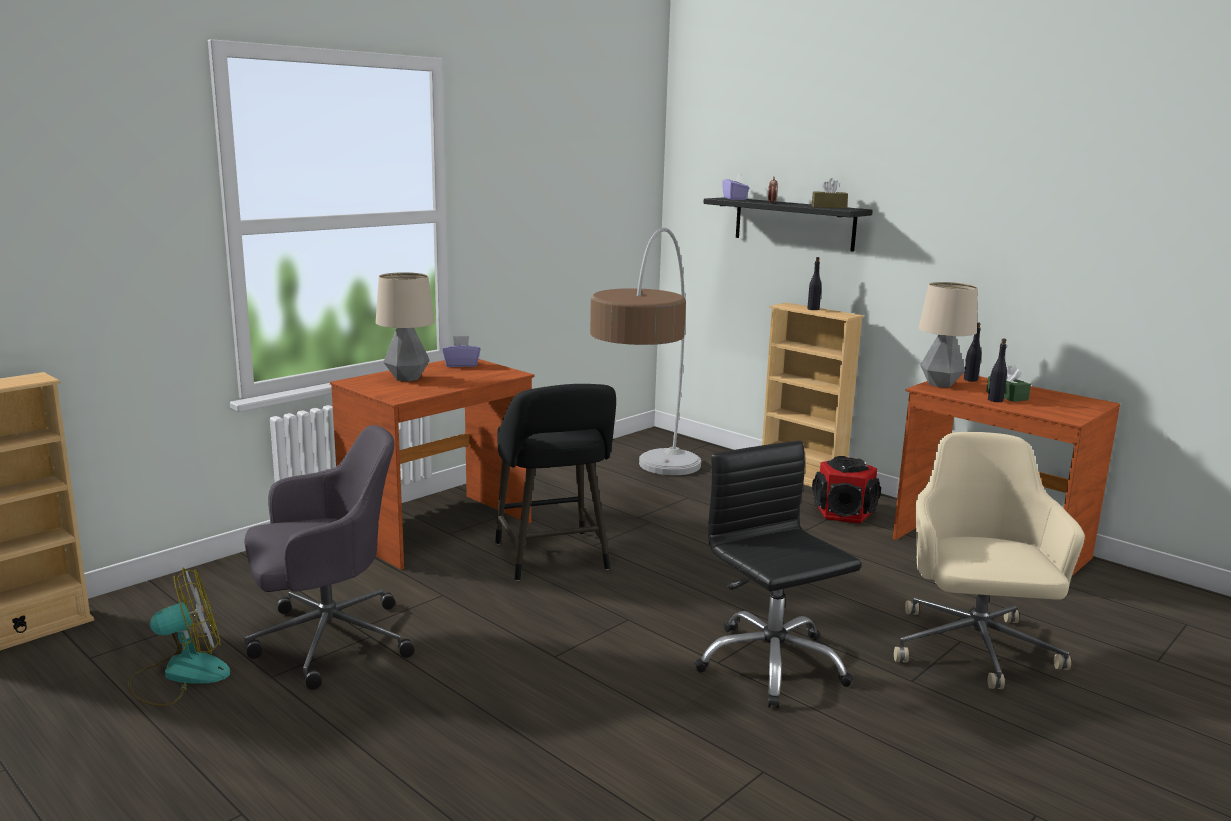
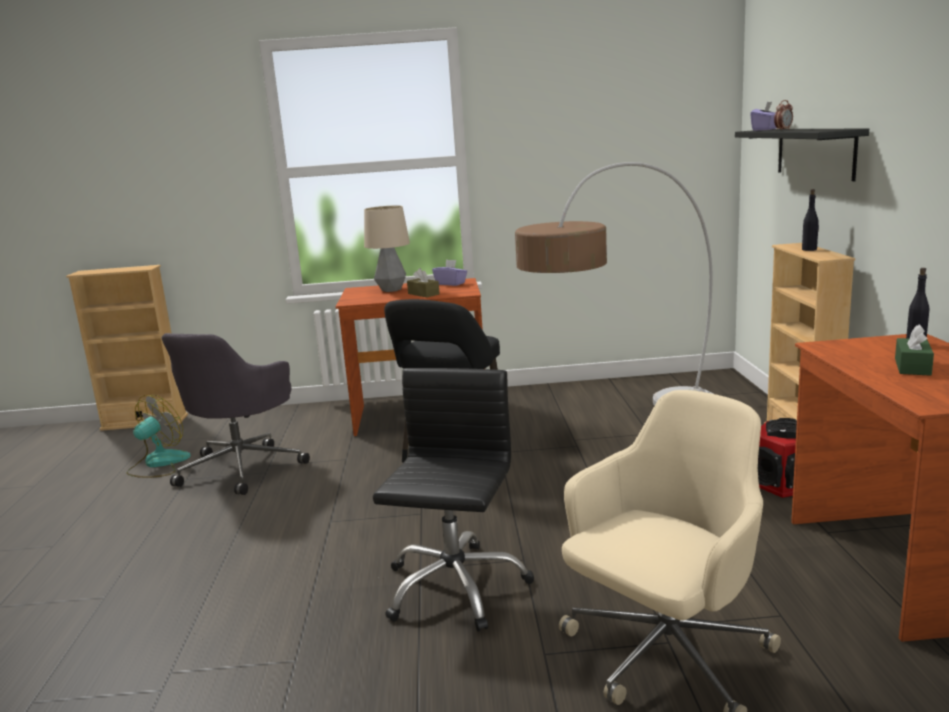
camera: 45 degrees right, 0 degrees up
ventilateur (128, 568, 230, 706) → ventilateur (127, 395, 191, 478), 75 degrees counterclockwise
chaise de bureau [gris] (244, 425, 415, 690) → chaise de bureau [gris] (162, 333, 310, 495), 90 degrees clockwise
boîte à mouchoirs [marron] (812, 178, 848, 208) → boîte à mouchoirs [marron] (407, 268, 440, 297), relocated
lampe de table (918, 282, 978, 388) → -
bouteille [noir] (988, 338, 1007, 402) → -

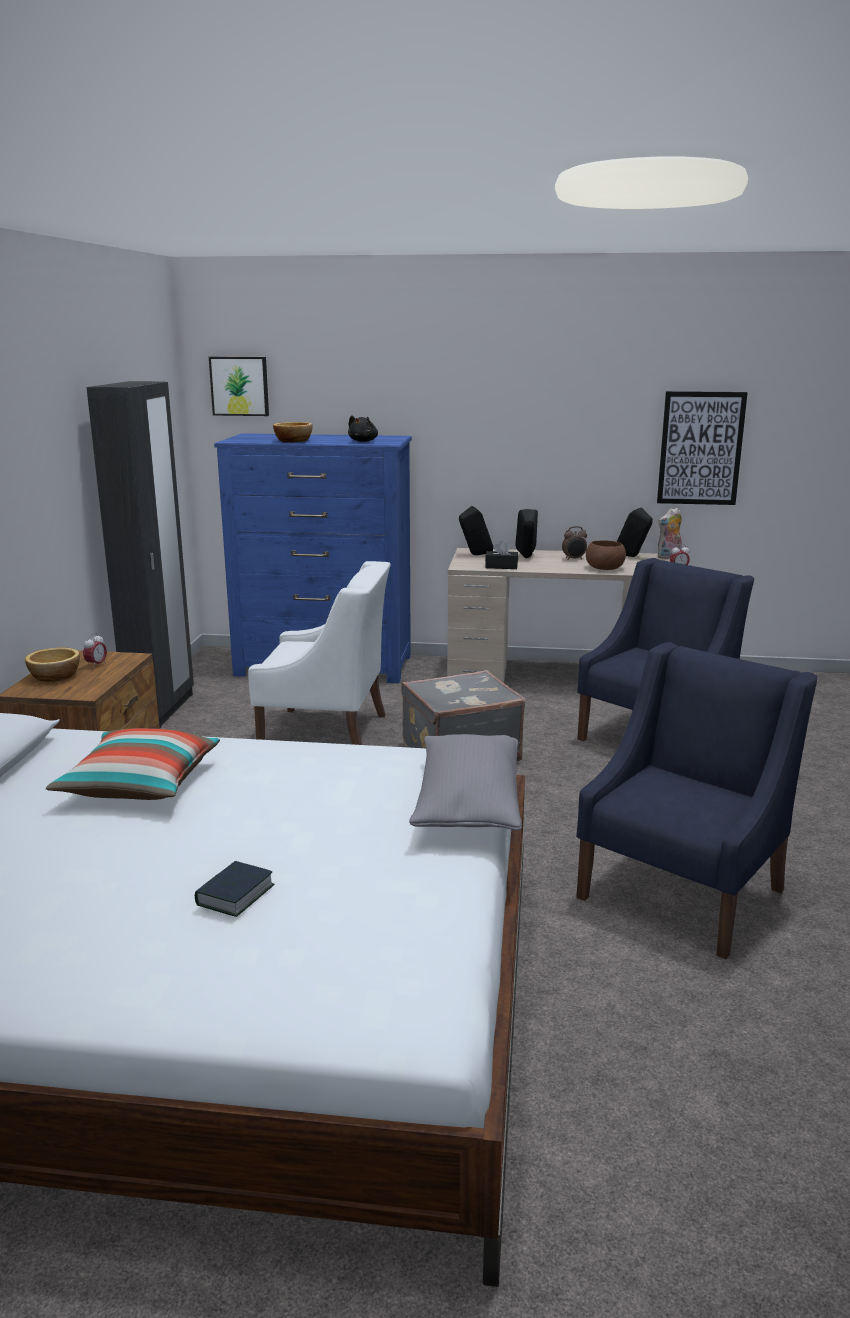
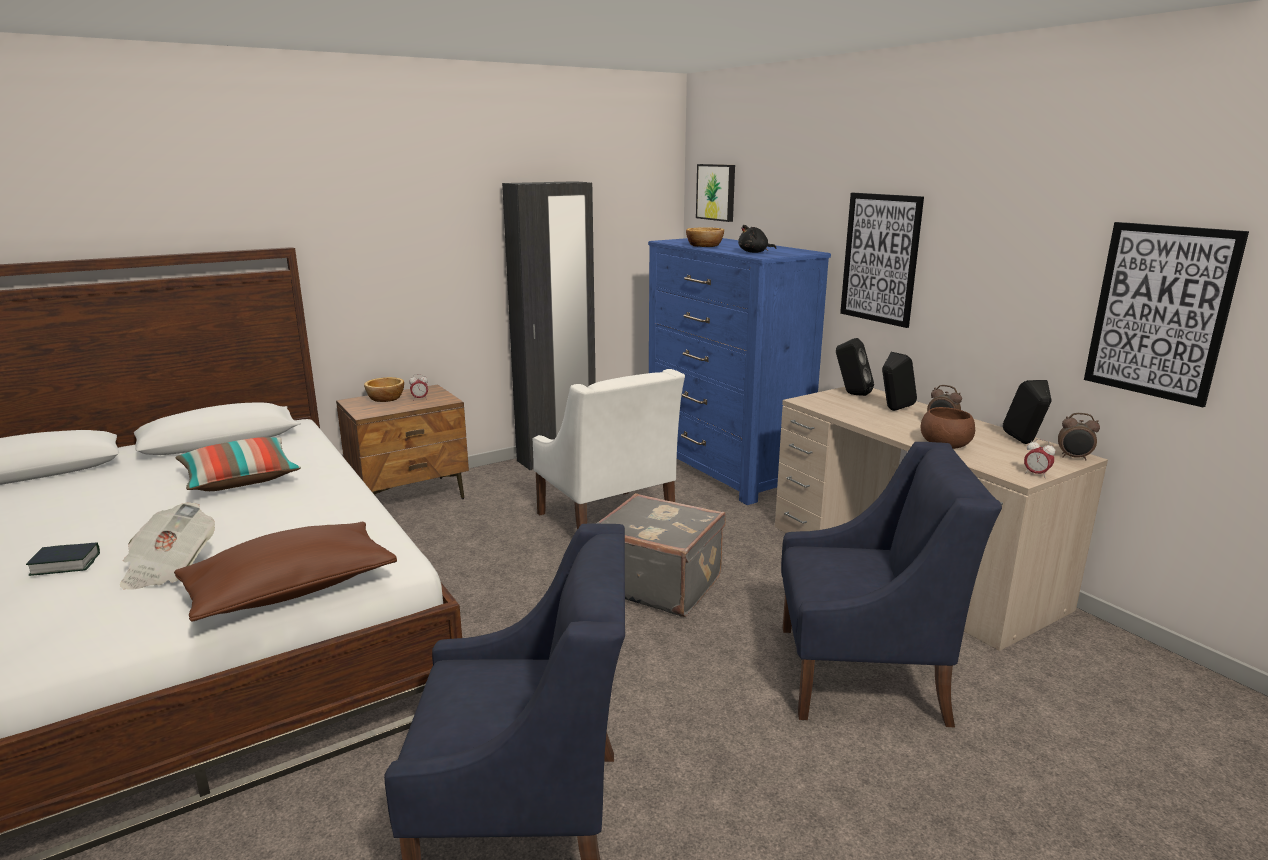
camera: 50 degrees right, 0 degrees up
coussin [gris] (409, 734, 522, 831) → coussin [marron] (174, 522, 397, 622)
boîte à mouchoirs [noir] (485, 541, 518, 569) → -
peluche (658, 508, 682, 559) → réveil (1058, 413, 1100, 461)
- → journal (120, 502, 215, 590)
- → tableau (840, 193, 924, 328)

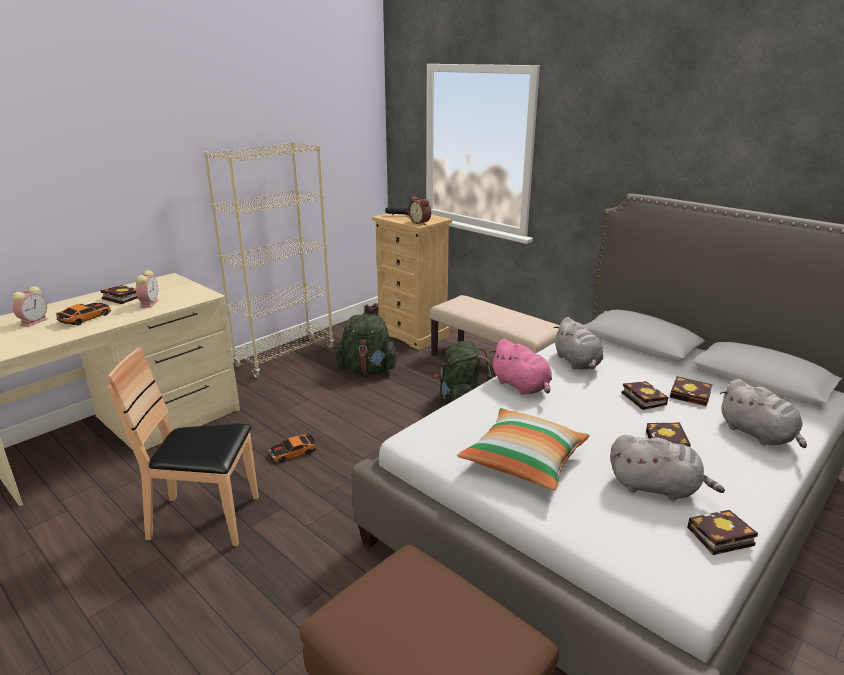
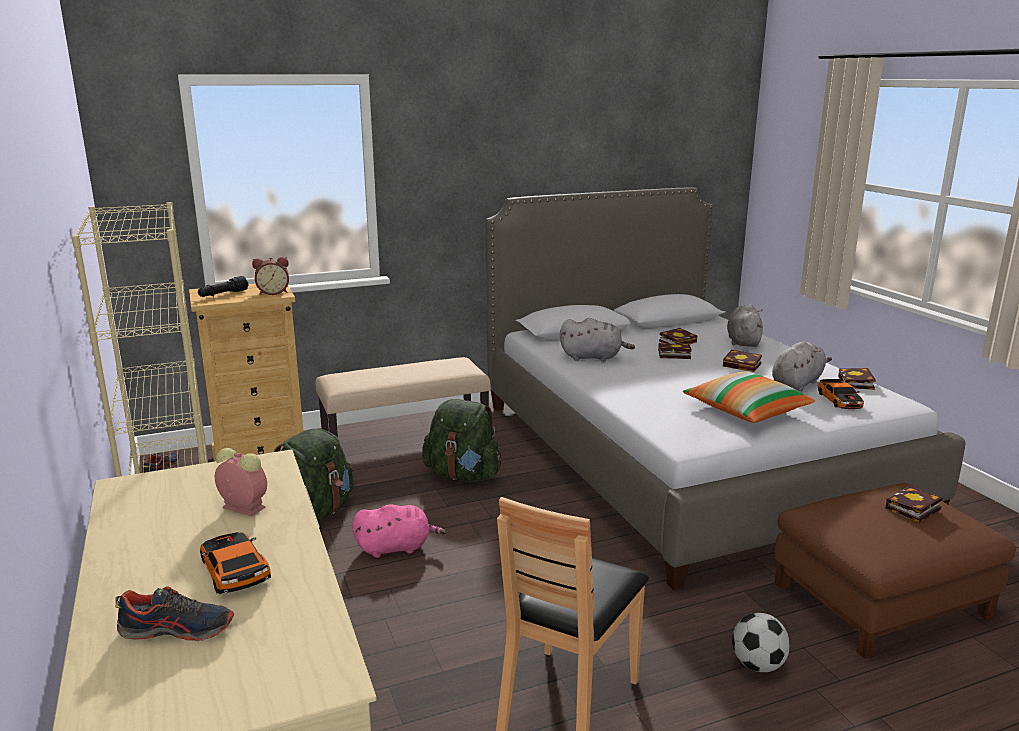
camera: 65 degrees left, 5 degrees down
réveil (12, 286, 47, 327) → chaussure (115, 586, 234, 641)
livre (100, 285, 138, 304) → livre (885, 487, 943, 523), relocated
petite voiture (269, 434, 316, 462) → petite voiture (818, 379, 864, 409), relocated
peluche [rose] (490, 339, 552, 395) → peluche [rose] (352, 505, 446, 558), relocated
peluche [gris] (720, 379, 807, 448) → peluche [gris] (727, 305, 763, 347), 75 degrees counterclockwise
- → ballon de foot (732, 613, 790, 672)

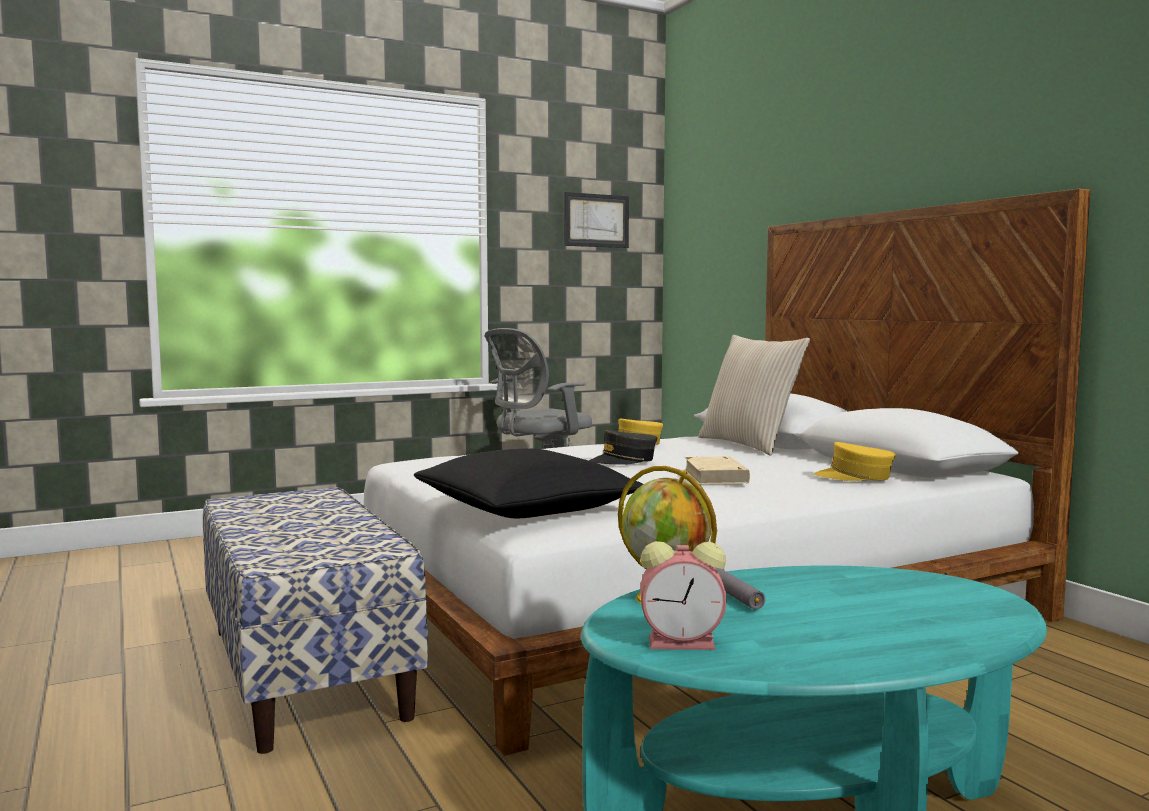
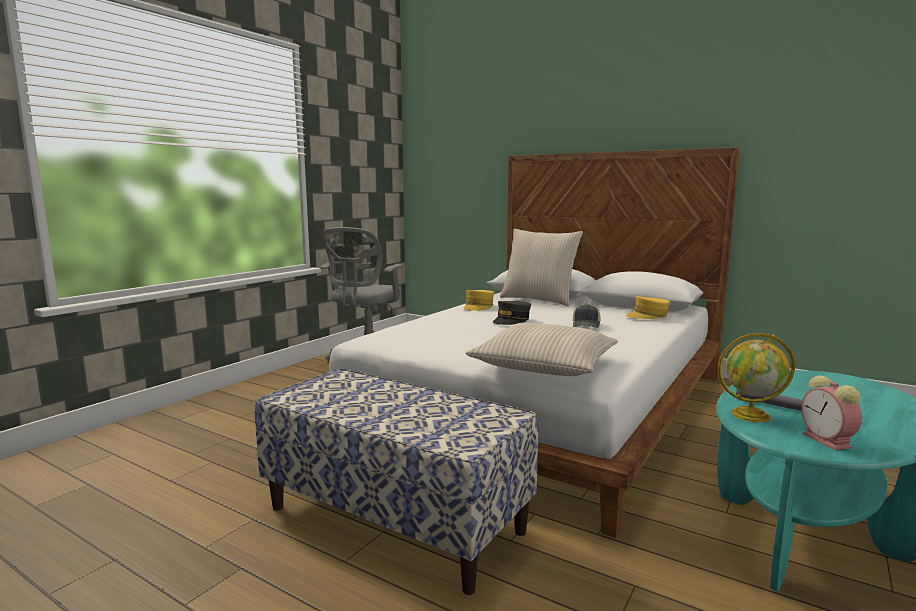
camera: 30 degrees left, 5 degrees up
coussin [noir] (414, 448, 643, 518) → coussin [beige] (466, 323, 618, 376)
tableau (564, 192, 629, 248) → -
réveil (640, 541, 727, 650) → réveil (801, 376, 862, 450), 105 degrees clockwise
livre [beige] (684, 456, 750, 484) → casquette (573, 303, 601, 328)

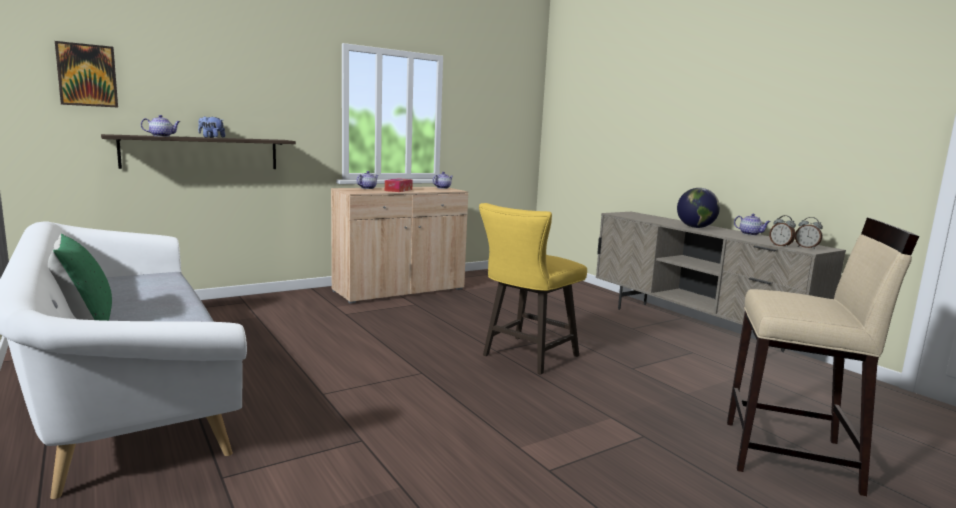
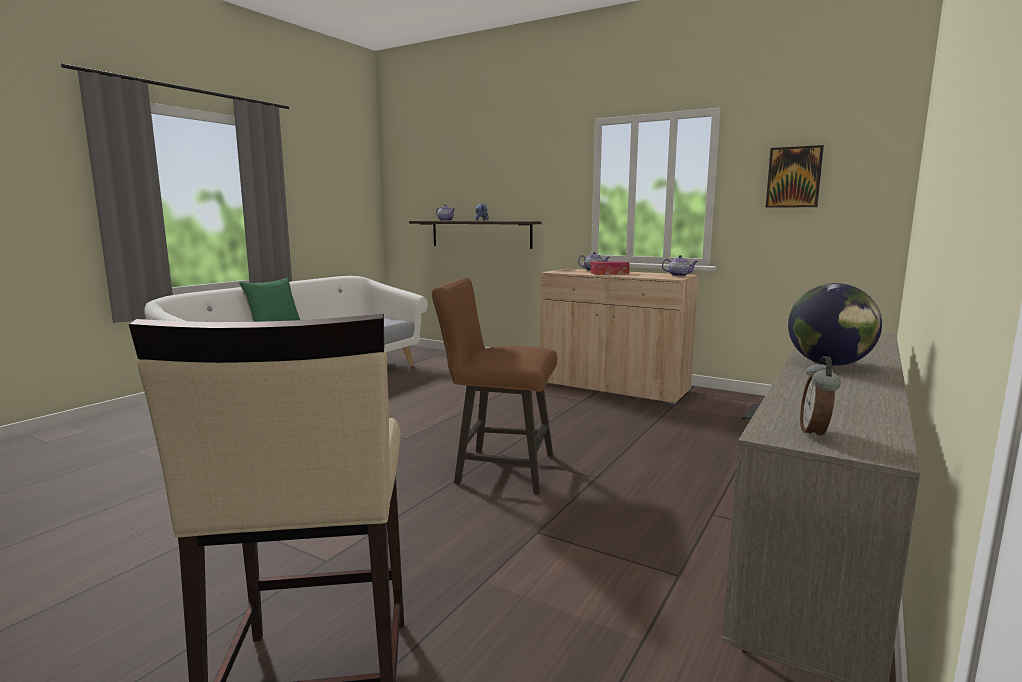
camera: 65 degrees right, 0 degrees up
tableau (55, 41, 118, 108) → tableau (766, 145, 824, 208), relocated
tabouret [jaune] (479, 203, 587, 375) → tabouret [marron] (431, 278, 557, 494)
théière (734, 214, 771, 235) → -
réveil (769, 215, 796, 247) → -

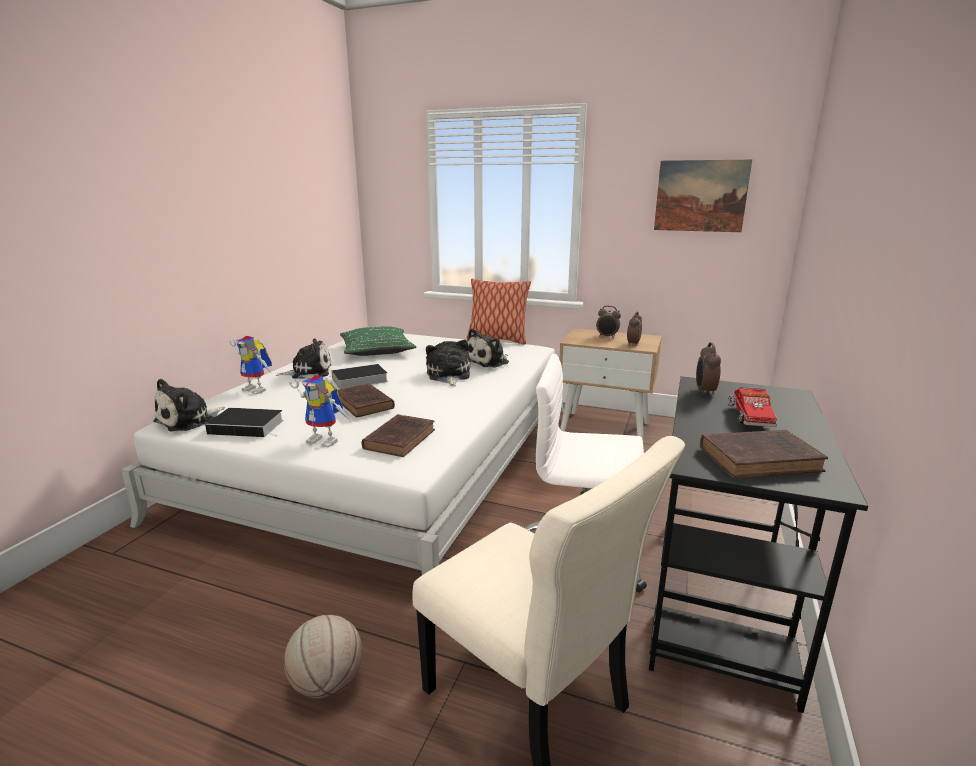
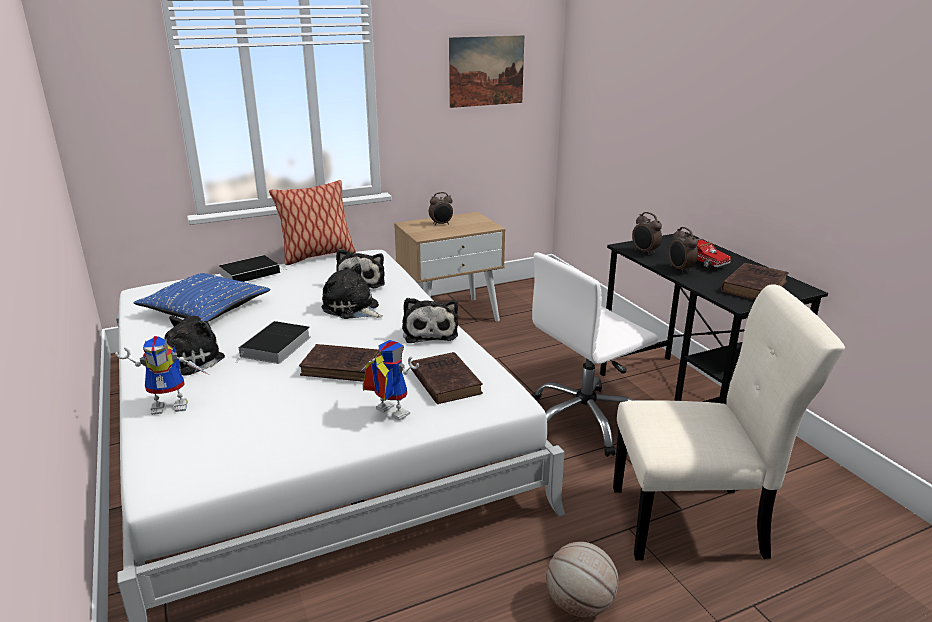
camera: 45 degrees left, 5 degrees up
peluche (153, 379, 225, 432) → peluche (402, 298, 458, 343), relocated
livre (205, 408, 284, 437) → livre (219, 255, 280, 282), relocated
robot jouet (289, 375, 351, 448) → robot jouet (360, 340, 419, 420), 120 degrees counterclockwise
coussin [vert] (340, 326, 416, 356) → coussin [bleu] (133, 273, 270, 322)
réveil (627, 311, 642, 346) → réveil (669, 227, 698, 273), relocated

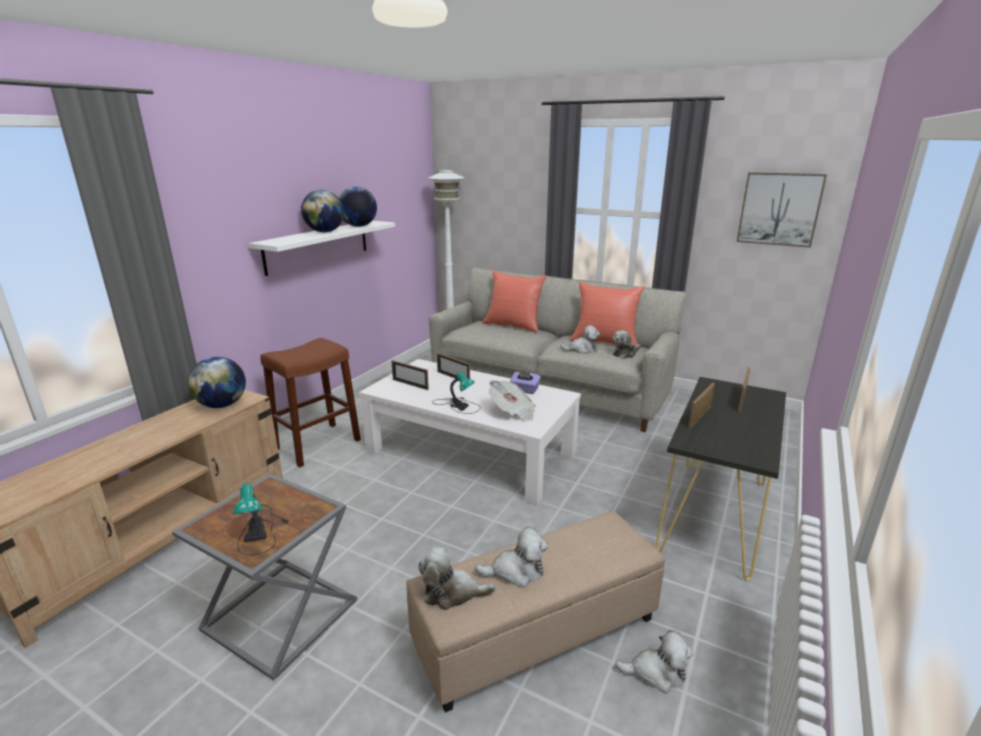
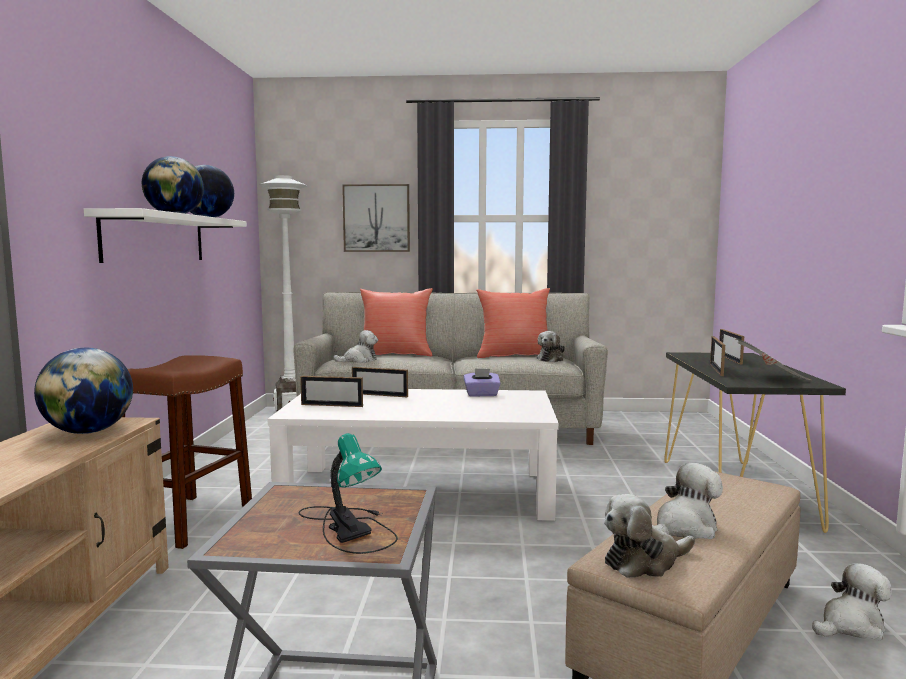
camera: 25 degrees left, 15 degrees down
lampe de table (432, 372, 480, 414) → -
journal (489, 380, 536, 421) → journal (736, 339, 811, 380), relocated
peluche (560, 325, 600, 354) → peluche (333, 330, 378, 363), relocated
tableau (736, 172, 827, 248) → tableau (342, 184, 410, 252), relocated

